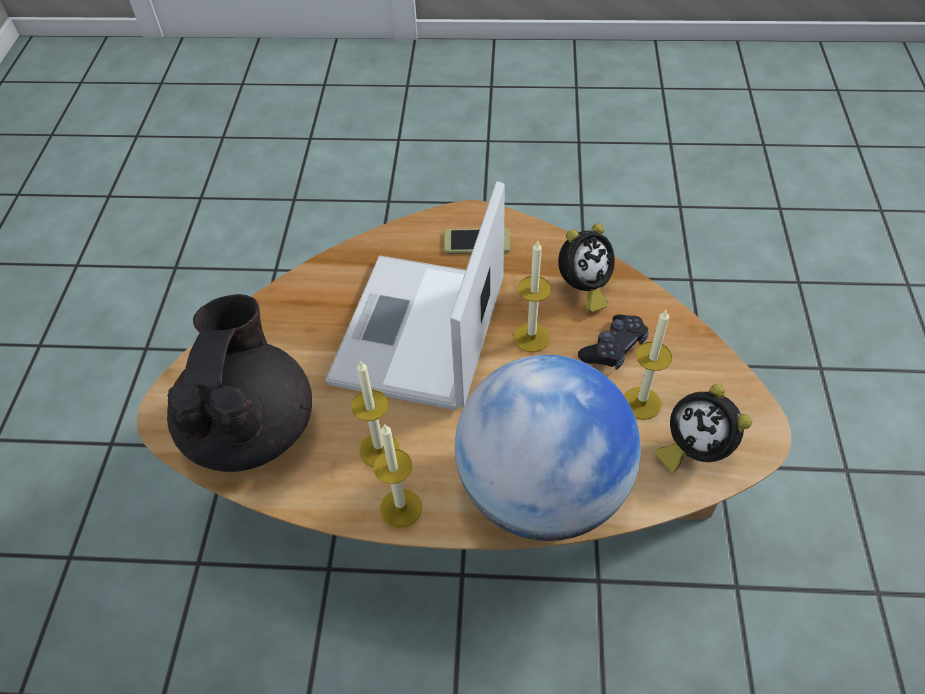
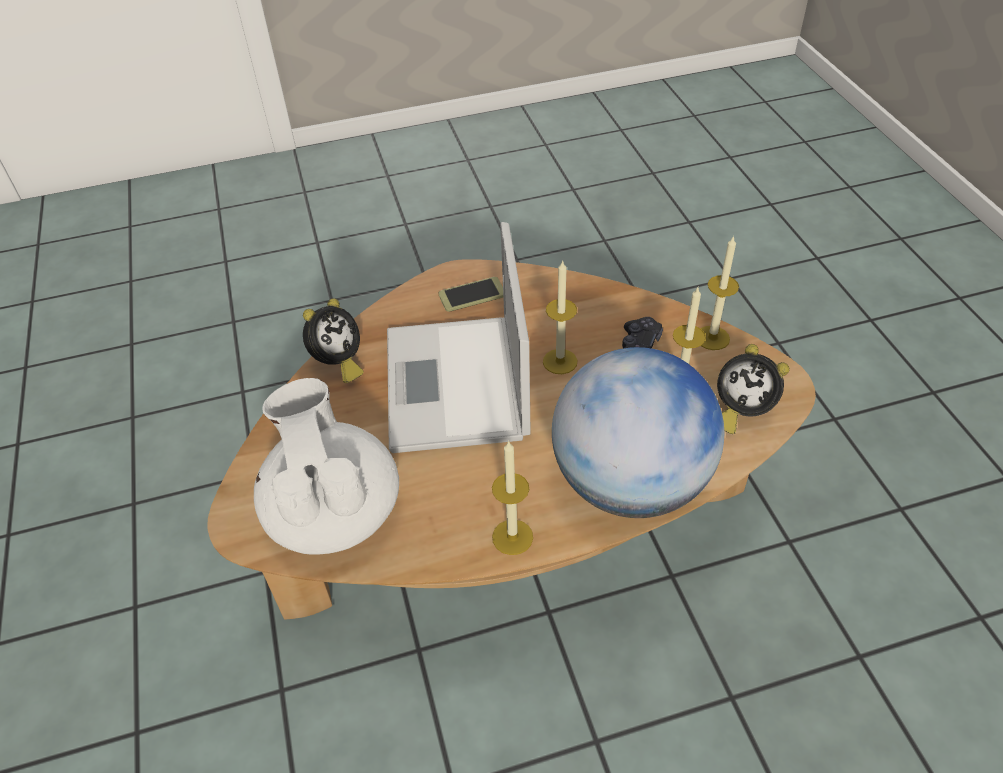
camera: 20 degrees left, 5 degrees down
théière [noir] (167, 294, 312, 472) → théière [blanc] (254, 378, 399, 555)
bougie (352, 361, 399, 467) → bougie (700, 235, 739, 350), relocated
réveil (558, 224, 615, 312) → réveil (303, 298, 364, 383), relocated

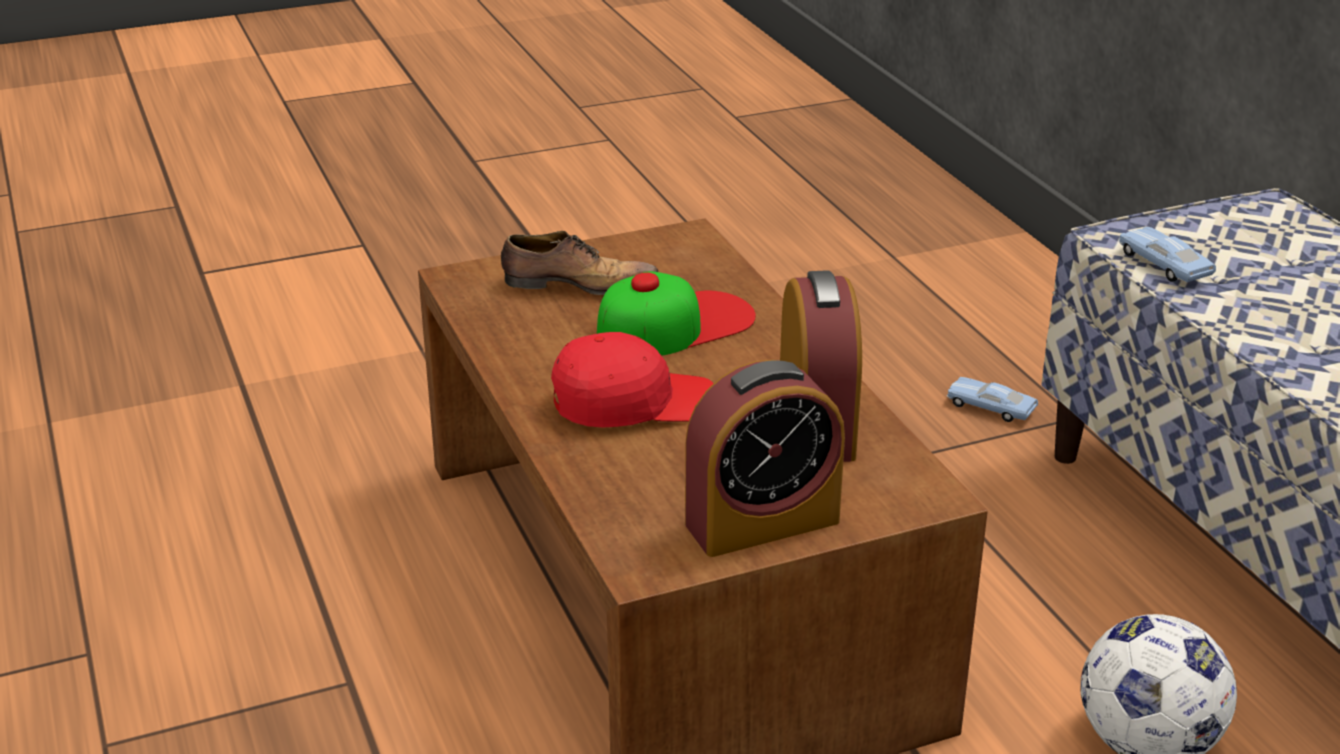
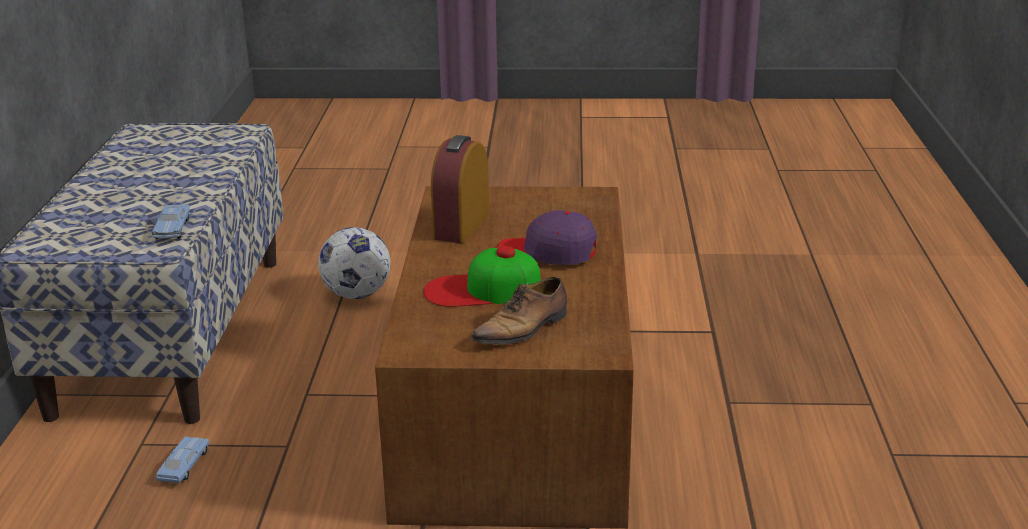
camera: 155 degrees left, 5 degrees down
chaussure (501, 231, 658, 295) → chaussure (471, 277, 567, 345), 75 degrees counterclockwise
casquette [rouge] (551, 332, 714, 428) → casquette [violet] (497, 210, 597, 265)
réveil (685, 360, 845, 557) → -
petite voiture [bleu] (947, 377, 1038, 422) → petite voiture [bleu] (156, 436, 209, 483), 135 degrees counterclockwise

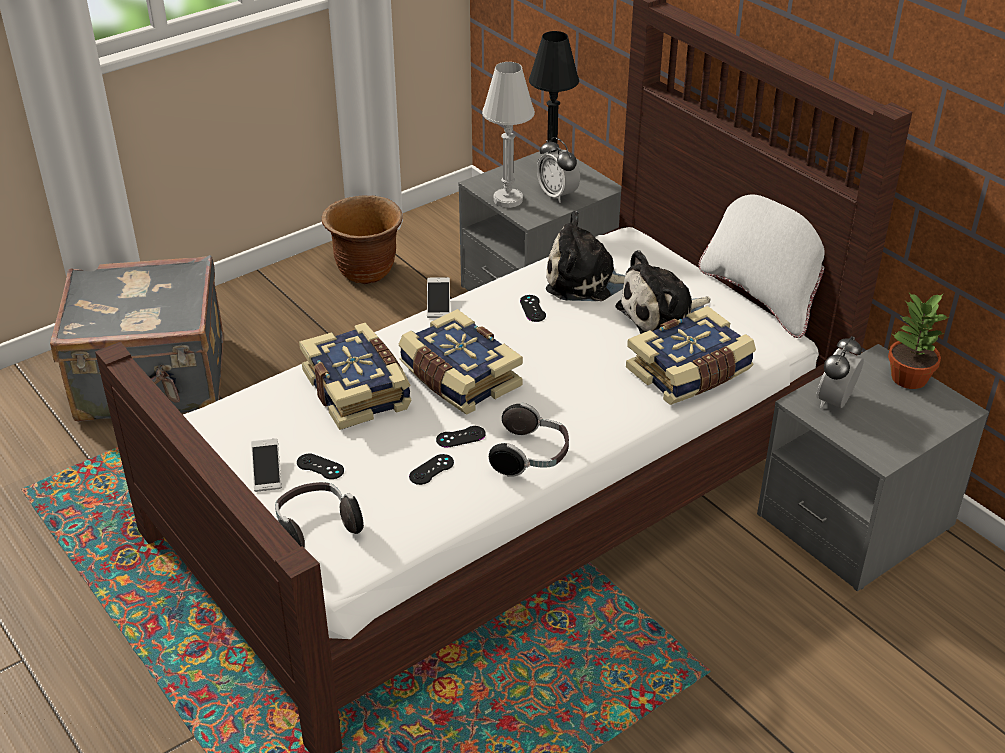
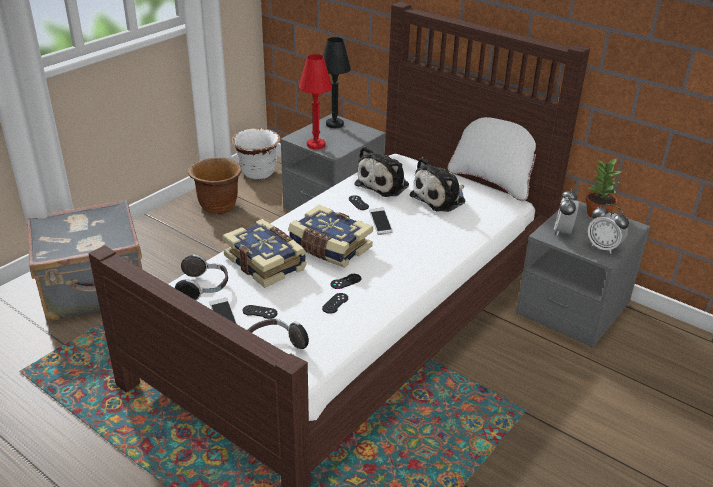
camera: 15 degrees left, 5 degrees down
téléphone (427, 277, 450, 318) → téléphone (369, 207, 393, 235), relocated
lampe de table [blanc] (482, 62, 535, 208) → lampe de table [rouge] (299, 54, 332, 149)
casque audio (489, 403, 569, 477) → casque audio (175, 254, 228, 301), relocated
réveil (537, 137, 580, 203) → réveil (588, 204, 629, 254), relocated
peluche (546, 211, 625, 301) → peluche (355, 146, 409, 197), 45 degrees counterclockwise
livre (626, 306, 756, 405) → -
- → cache-pot [blanc] (232, 128, 280, 180)

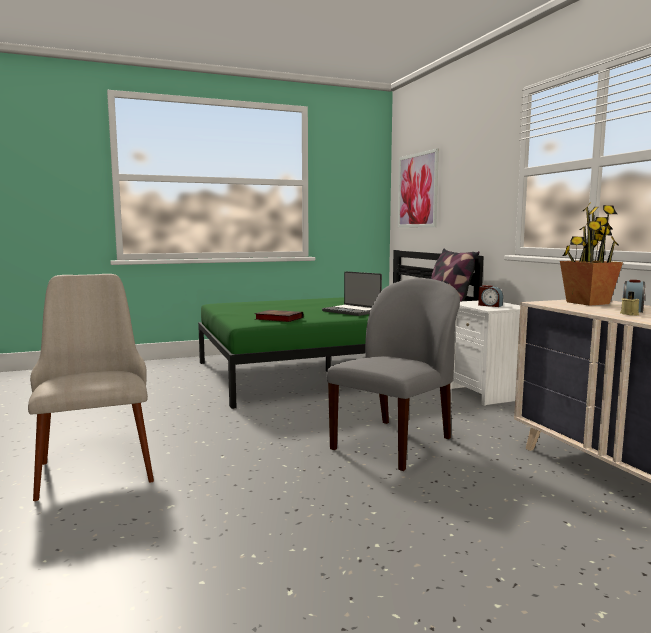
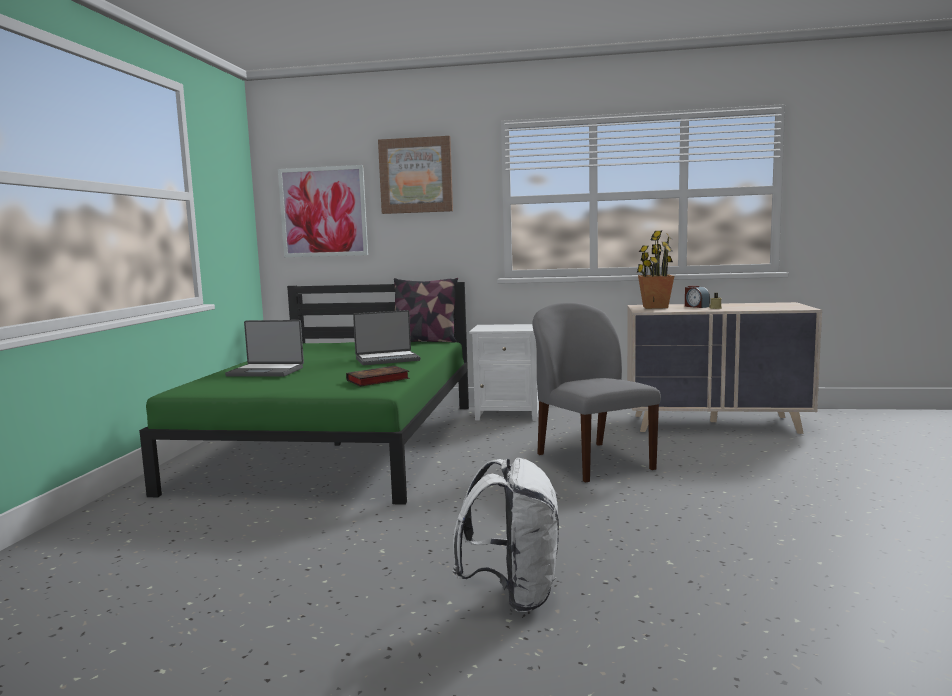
camera: 60 degrees left, 0 degrees up
chaise [beige] (28, 274, 154, 501) → sac à dos [blanc] (453, 458, 559, 612)
réveil (478, 285, 503, 307) → -
- → ordinateur portable (225, 320, 304, 377)
- → tableau (378, 136, 453, 214)

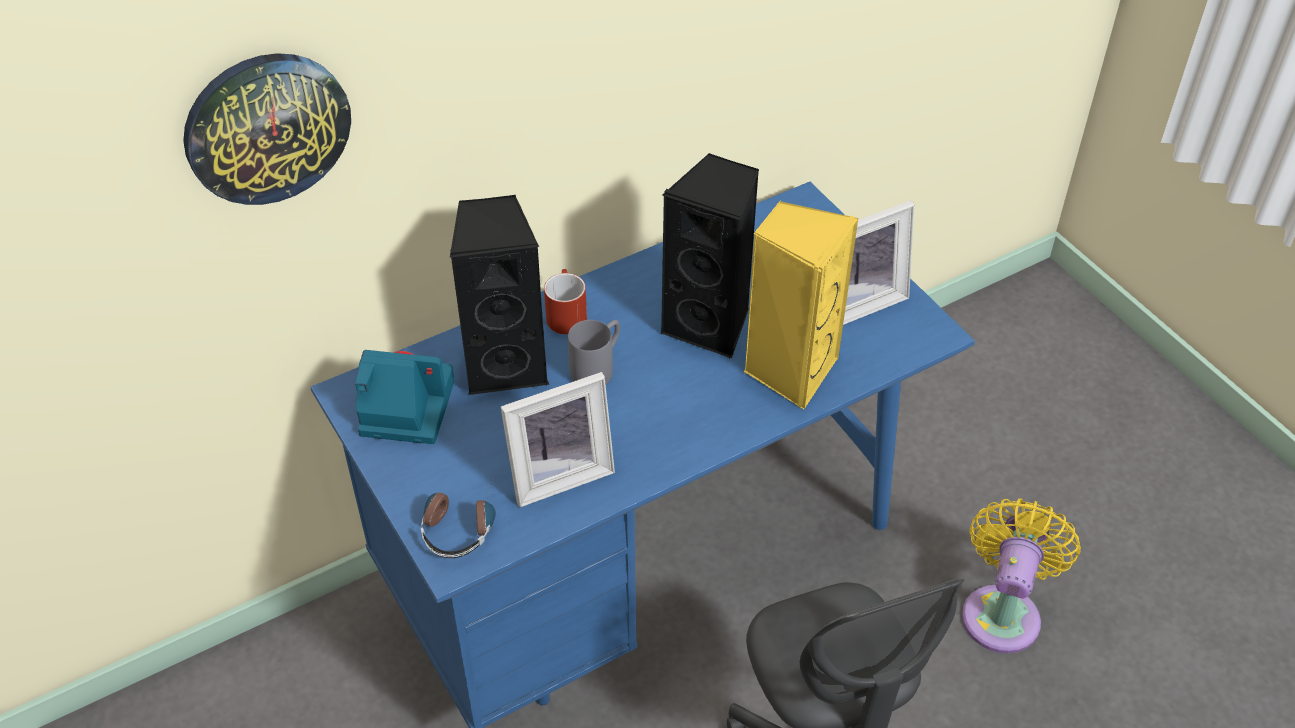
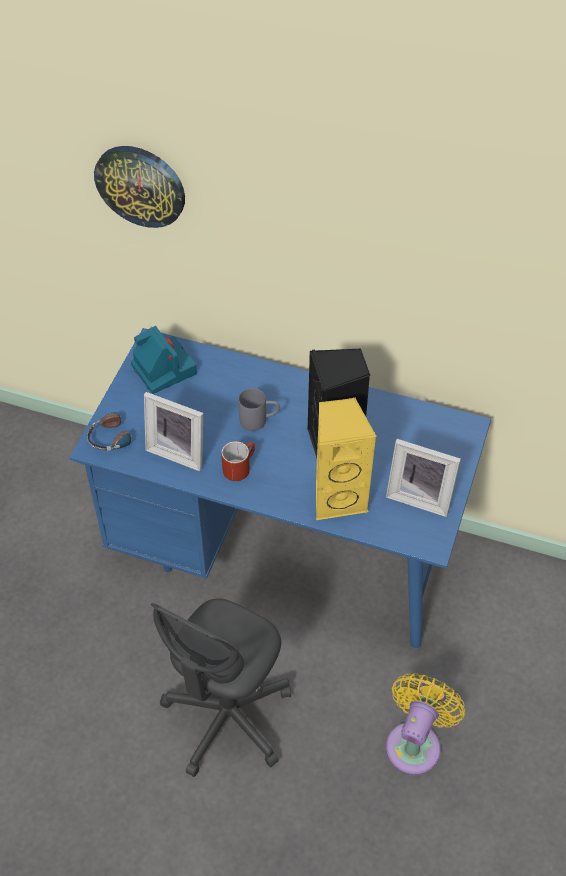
camera: 50 degrees right, 5 degrees up
enceinte [noir] (450, 195, 549, 395) → -
mug [rouge] (544, 269, 587, 334) → mug [rouge] (221, 441, 255, 481), relocated
ventilateur [jaune] (962, 498, 1081, 653) → ventilateur [jaune] (386, 673, 465, 775), 45 degrees counterclockwise

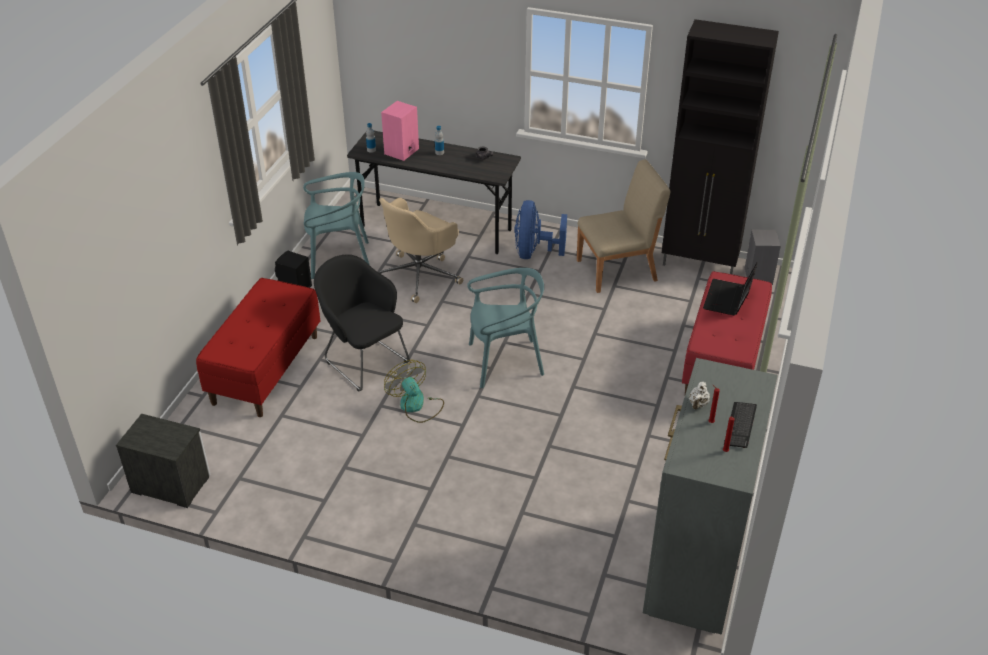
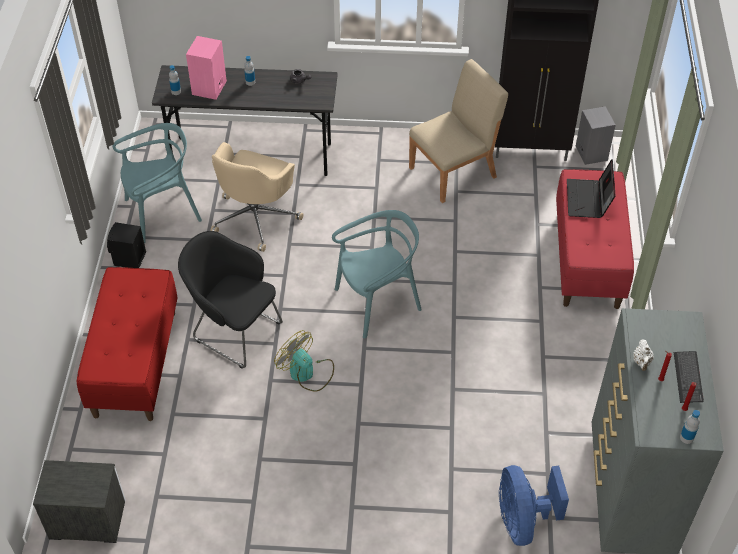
camera: 15 degrees left, 10 degrees up
ventilateur [bleu] (514, 200, 567, 259) → ventilateur [bleu] (499, 465, 569, 546), relocated
- → bouteille (680, 410, 700, 444)

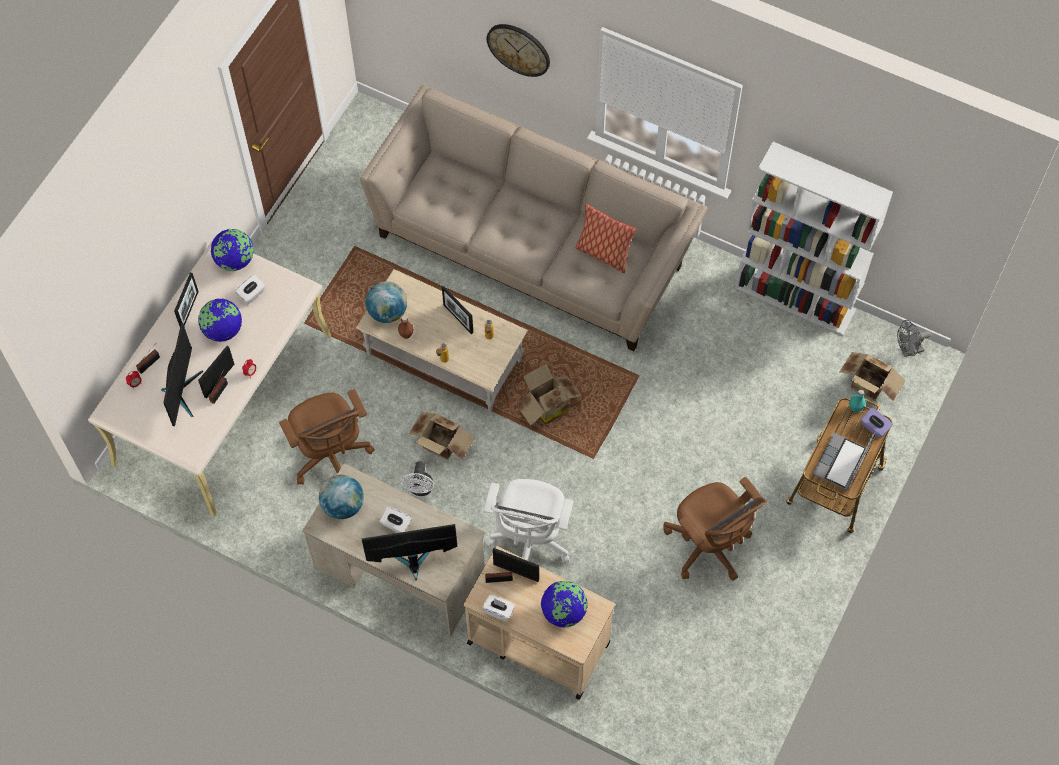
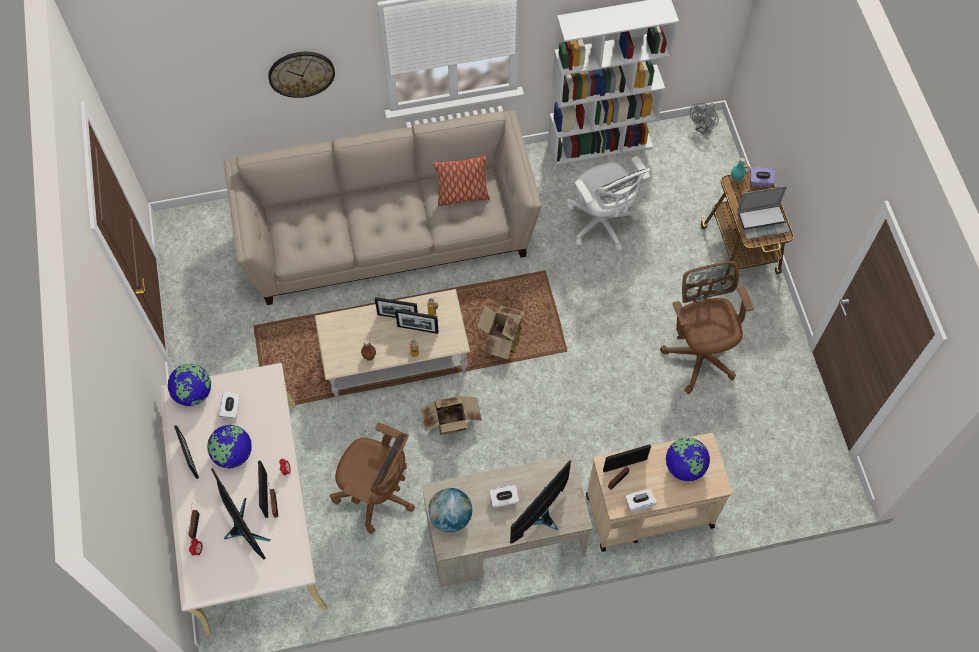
camera: 40 degrees left, 0 degrees up
globe (366, 281, 407, 323) → -
ventilateur [blanc] (401, 461, 434, 496) → -
chaise de bureau [blanc] (484, 479, 573, 563) → chaise de bureau [blanc] (567, 156, 650, 252), relocated
chaise de bureau [marron] (663, 477, 767, 581) → chaise de bureau [marron] (660, 261, 754, 394), 120 degrees counterclockwise
ordinateur portable (813, 433, 875, 491) → ordinateur portable (737, 186, 790, 240), 90 degrees counterclockwise
carton (840, 352, 905, 401) → -
- → cadre photo (395, 309, 439, 334)

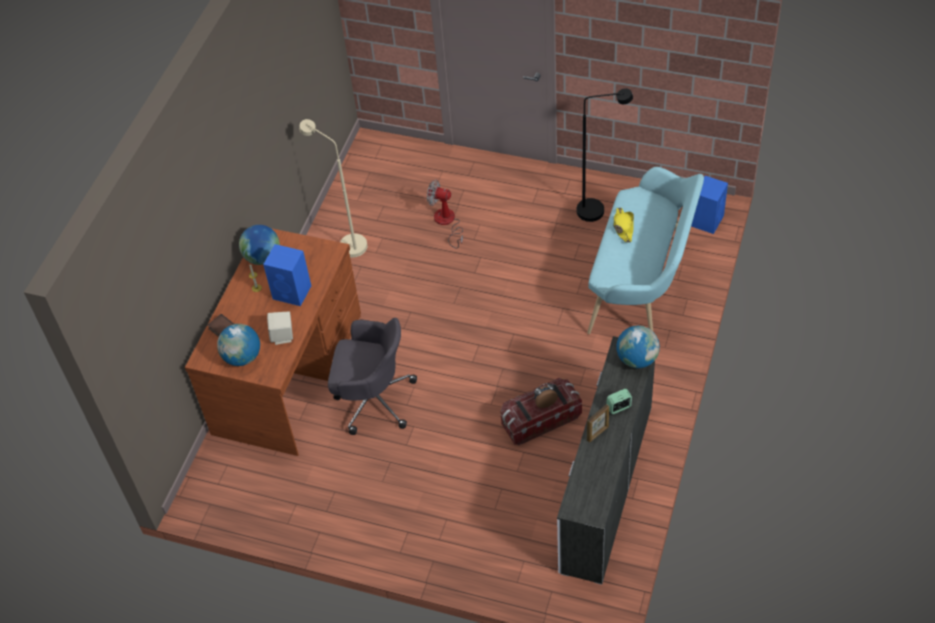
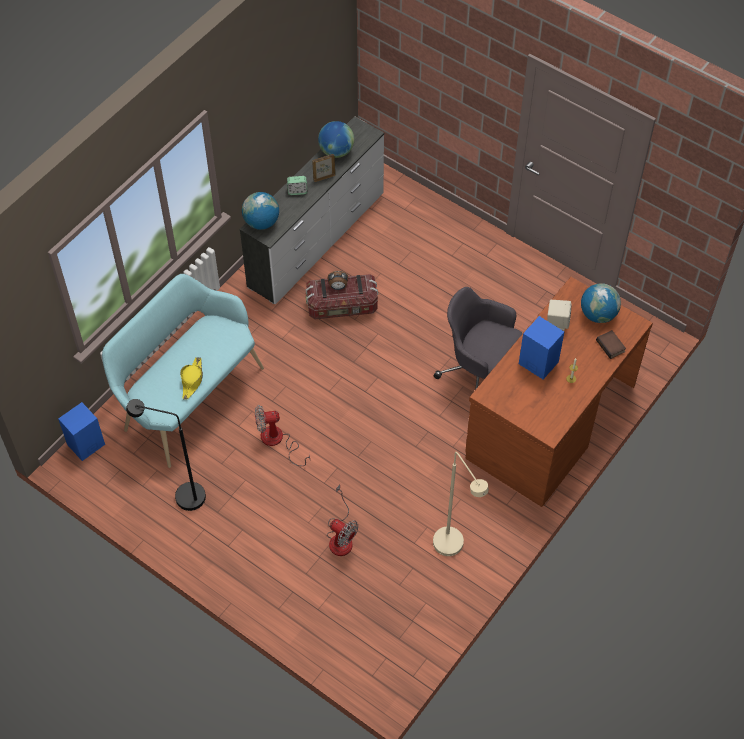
camera: 165 degrees left, 5 degrees up
globe (239, 225, 280, 265) → globe (318, 121, 354, 158), relocated
- → ventilateur (255, 406, 310, 466)

